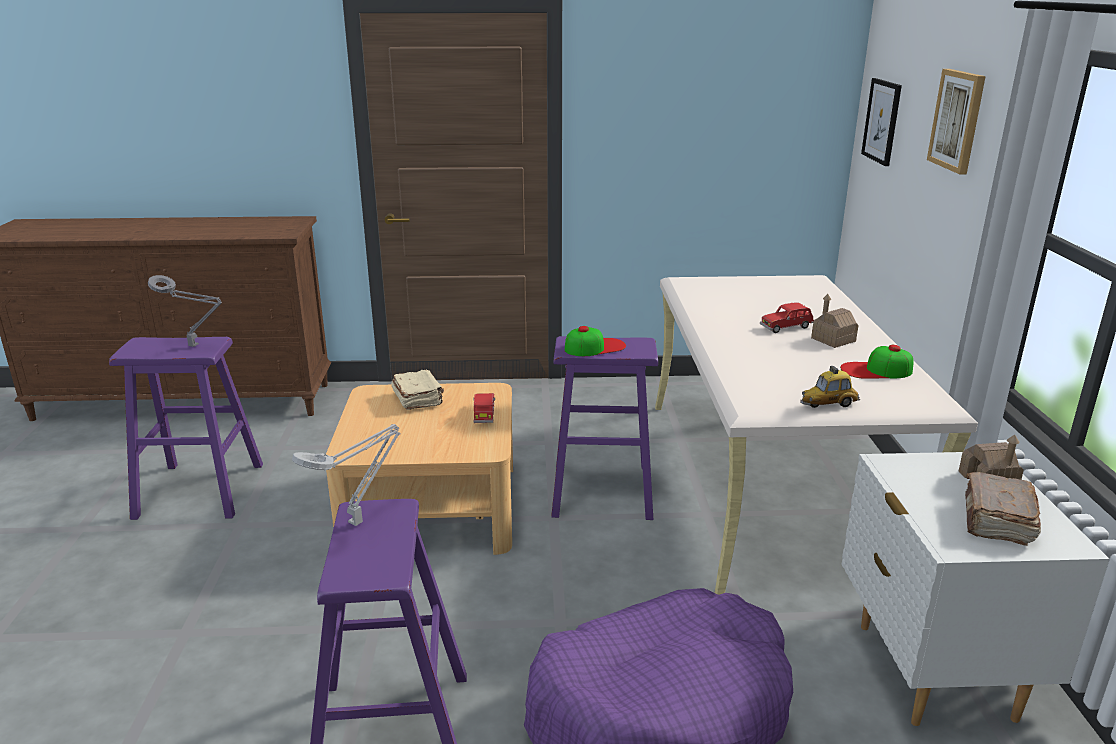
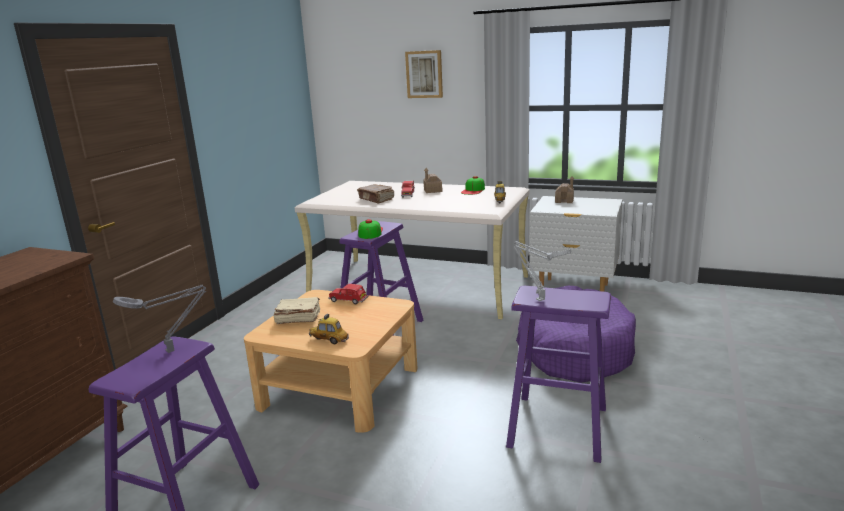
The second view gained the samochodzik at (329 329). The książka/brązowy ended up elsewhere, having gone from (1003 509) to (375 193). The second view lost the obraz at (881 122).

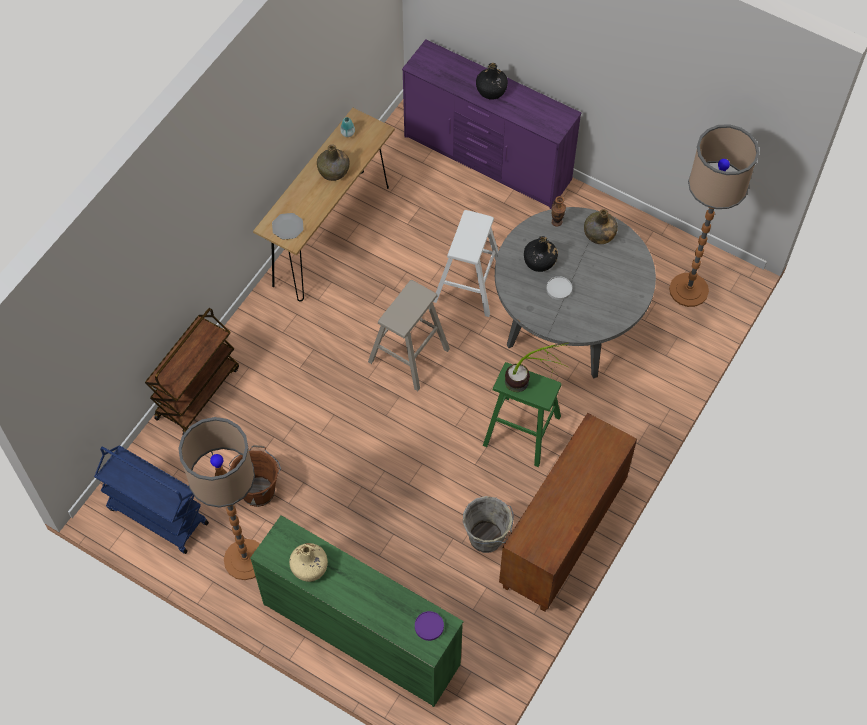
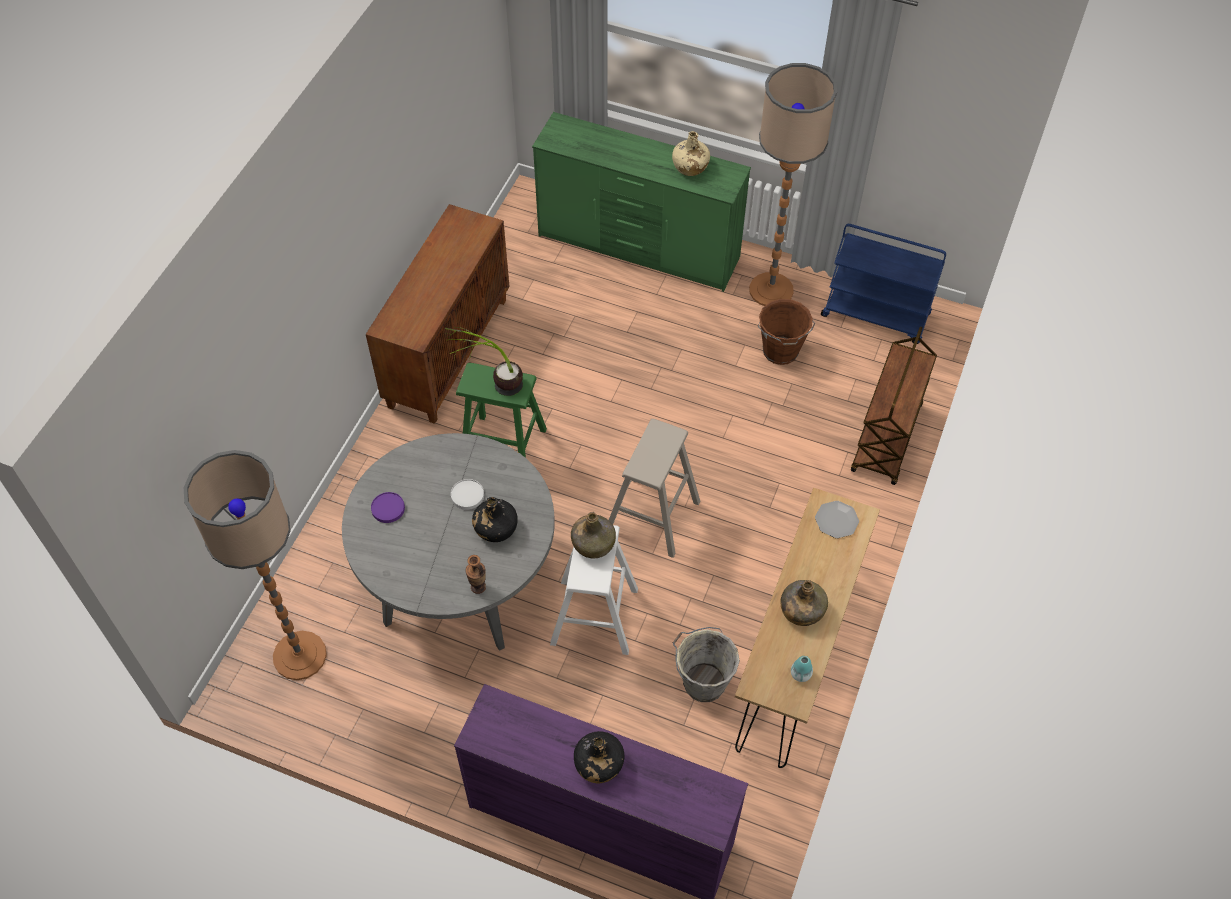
The talerz/fioletowy ended up elsewhere, having gone from (429 626) to (388 507). The butelka/zielony ended up elsewhere, having gone from (601 226) to (593 535). The wiadro/szary ended up elsewhere, having gone from (488 524) to (706 664).

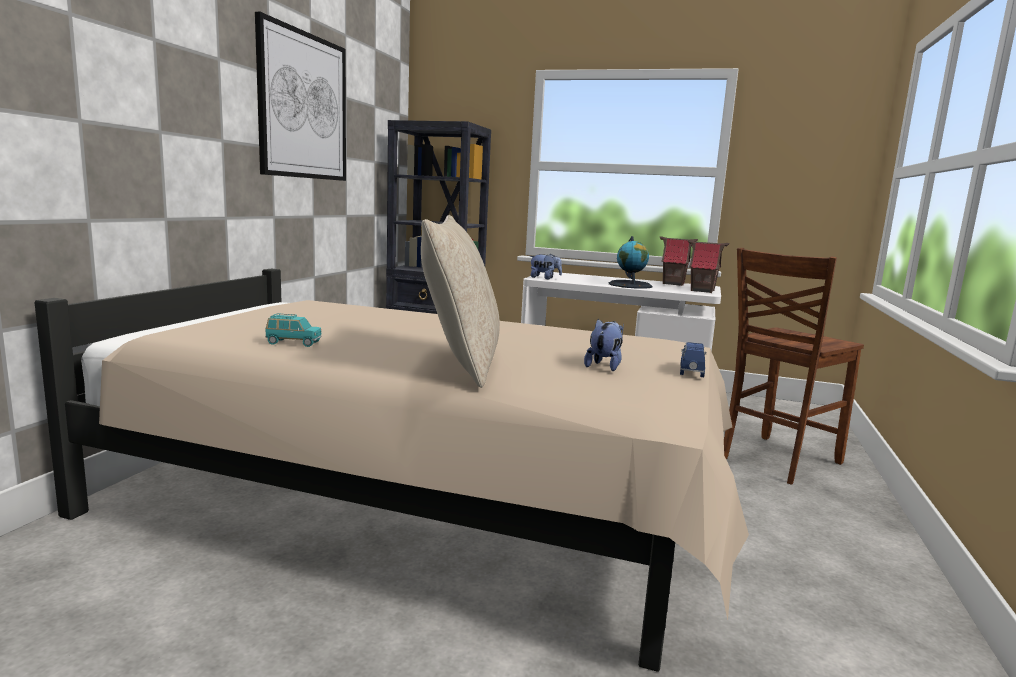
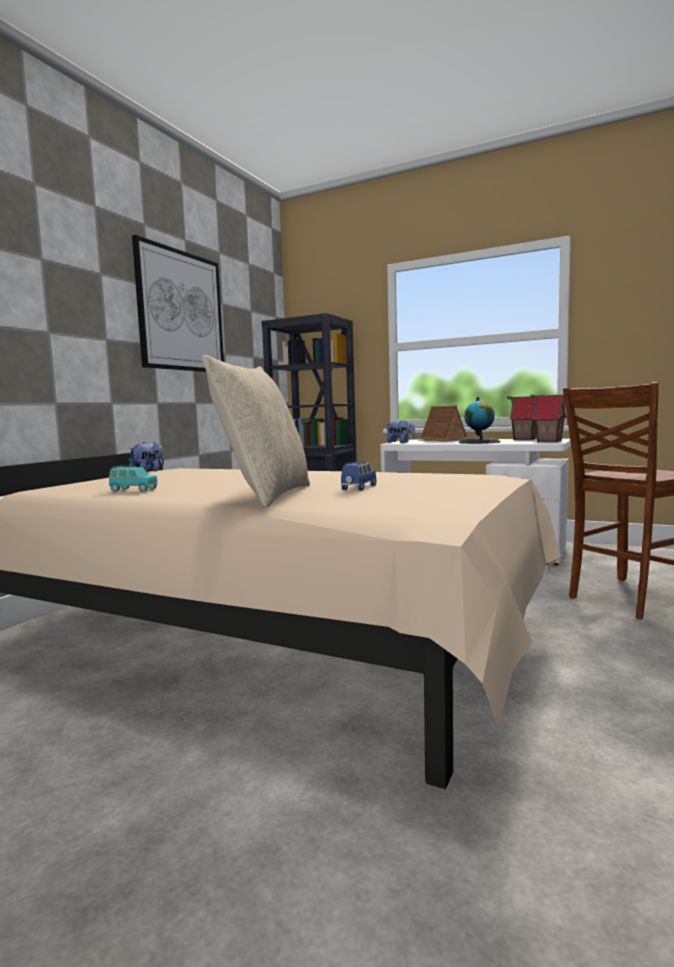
The pluszak ended up elsewhere, having gone from (604 345) to (146 456). The samochodzik/niebieski ended up elsewhere, having gone from (693 359) to (358 475). The second view gained the domek at (442 423).

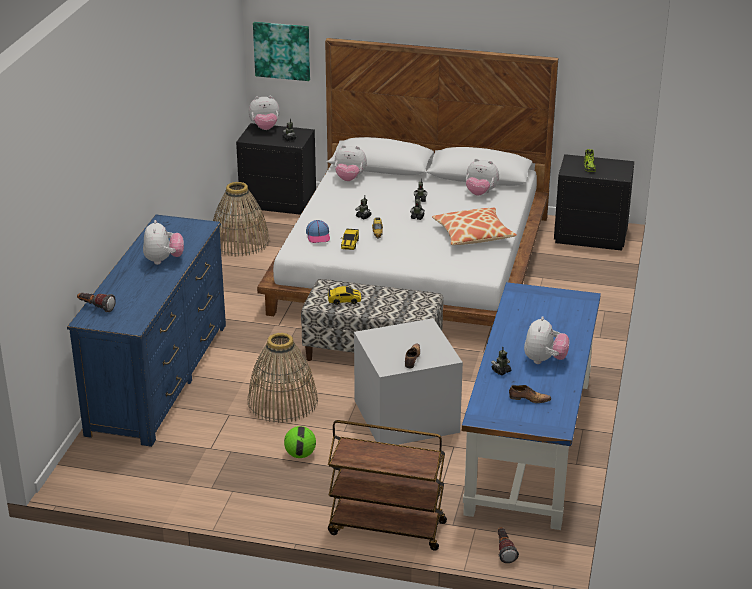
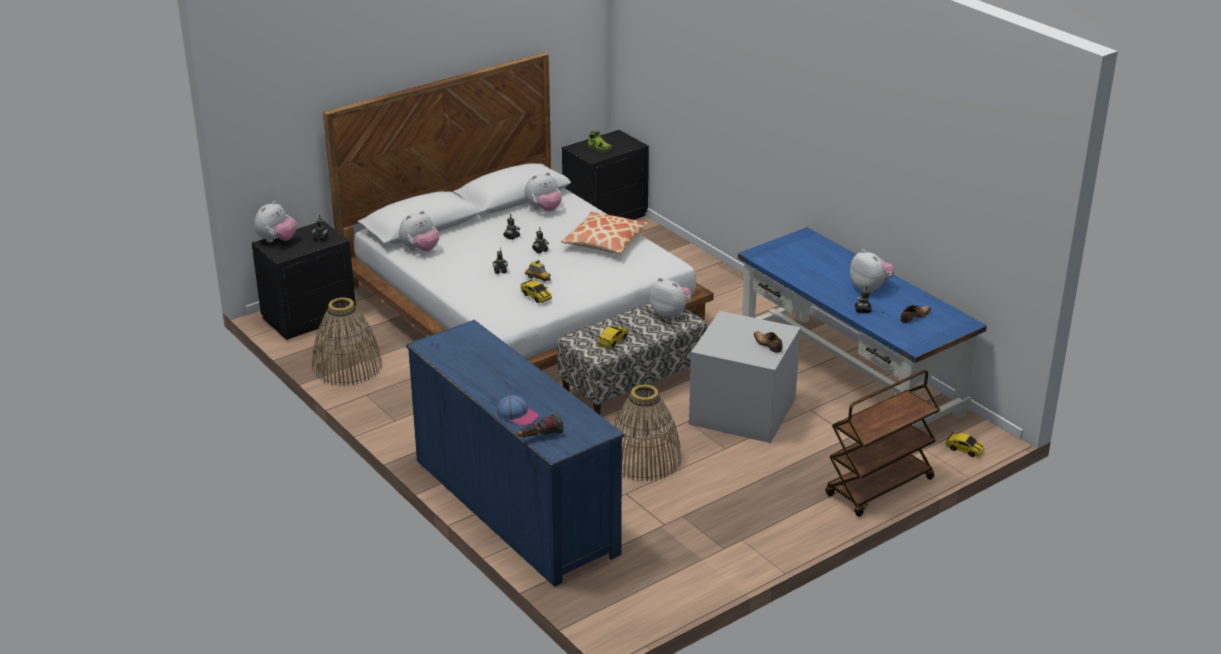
The czapka z daszkiem ended up elsewhere, having gone from (318 231) to (518 410). The pluszak ended up elsewhere, having gone from (163 242) to (671 298). Where the latarka stood at (508 545), the samochodzik came to stand at (965 444). The second view lost the obraz at (281 51). The second view lost the piłka futbolowa at (300 442).

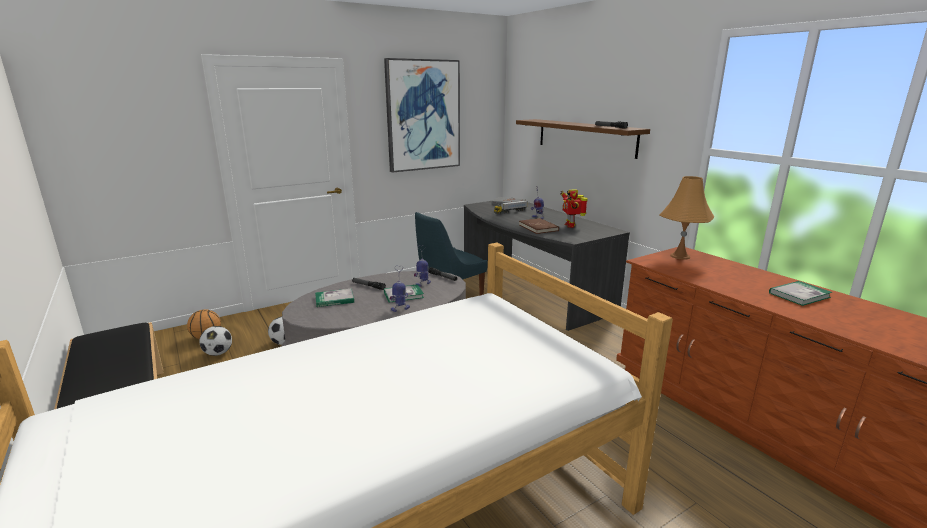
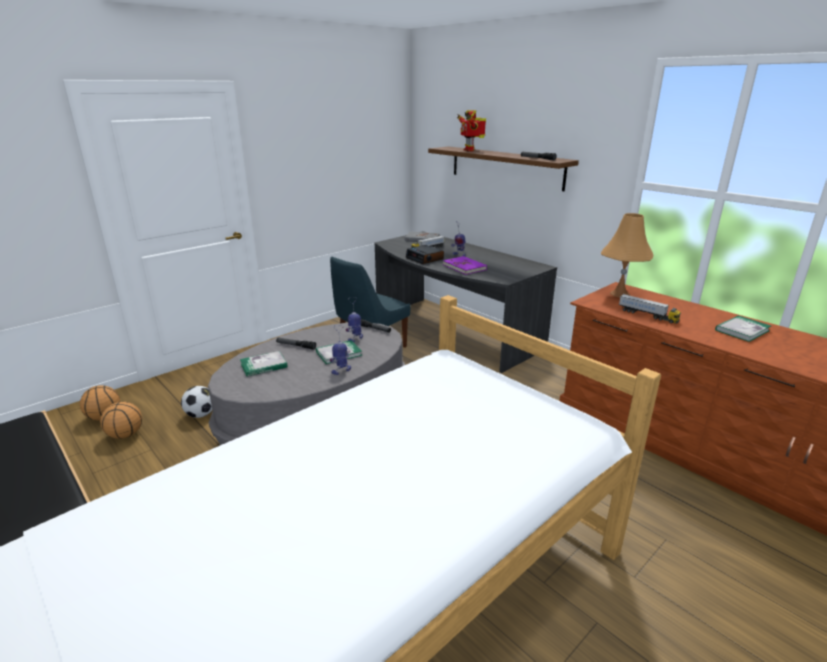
Where the piłka futbolowa stood at (216 341), the piłka do koszykówki came to stand at (121 420). The second view gained the budzik at (425 254). What was the książka/brązowy at (539 226) turned into the książka/fioletowy at (465 265). The robot zabawkowy ended up elsewhere, having gone from (574 209) to (471 131). The second view gained the ciężarówka zabawkowa at (650 309). The second view lost the obraz at (422 115).

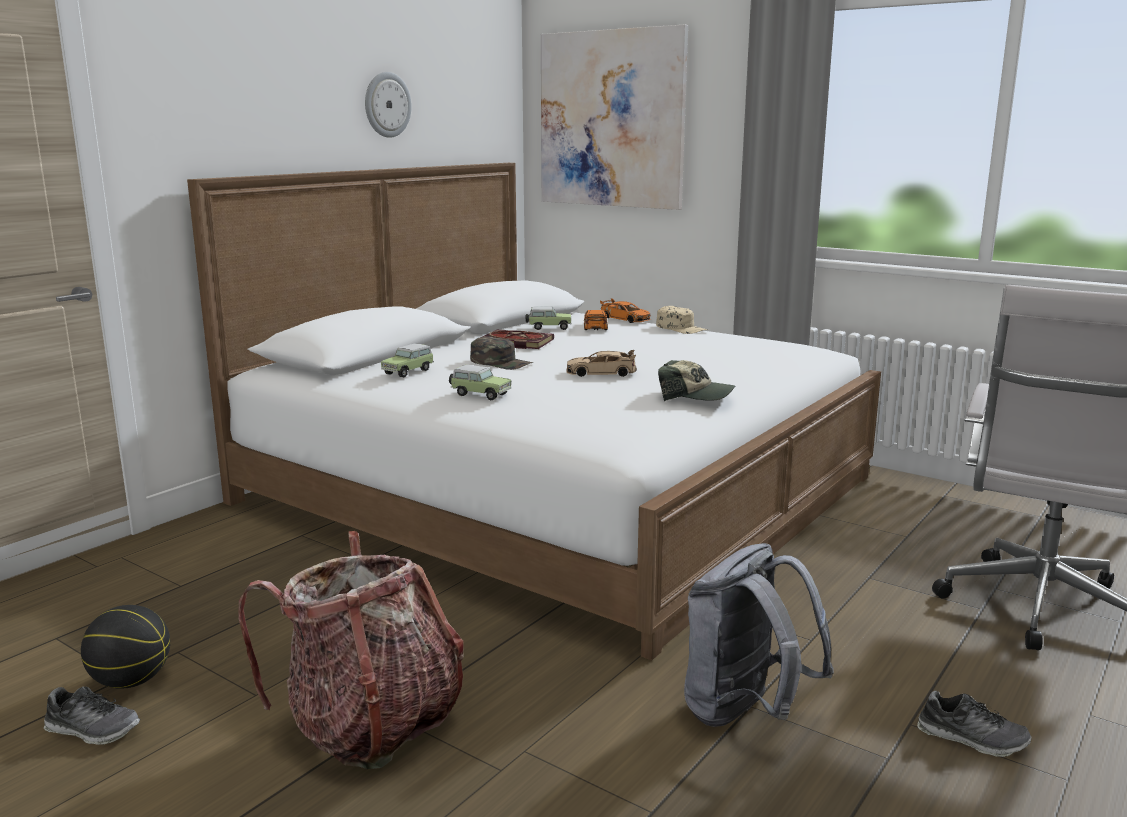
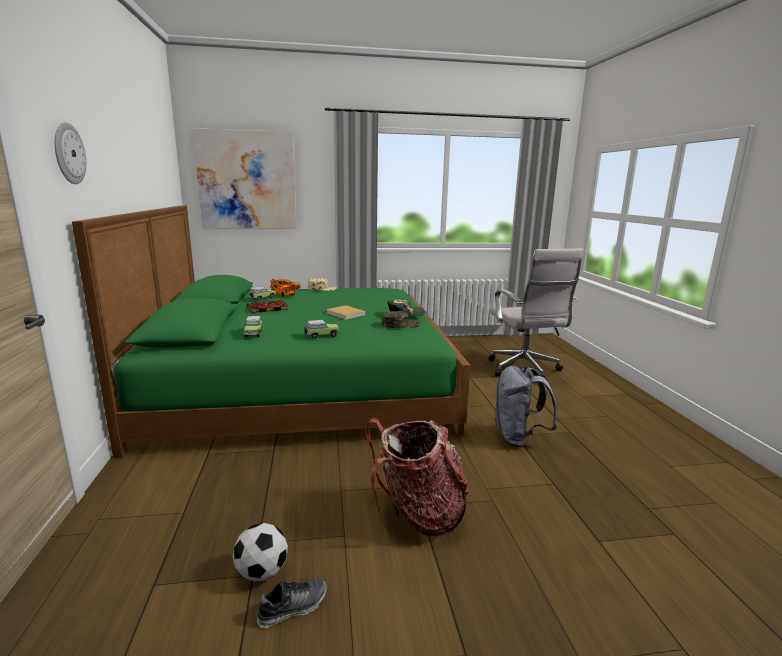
The zegar ścienny ended up elsewhere, having gone from (388 105) to (70 153). What was the łóżko/biały at (534 412) turned into the łóżko/zielony at (271 331). Where the piłka do koszykówki stood at (125 647), the piłka futbolowa came to stand at (260 552). Where the samochodzik/beżowy stood at (601 363), the książka/beżowy came to stand at (346 312). The czapka z daszkiem/zielony ended up elsewhere, having gone from (501 353) to (401 319). The second view lost the but at (974 724).

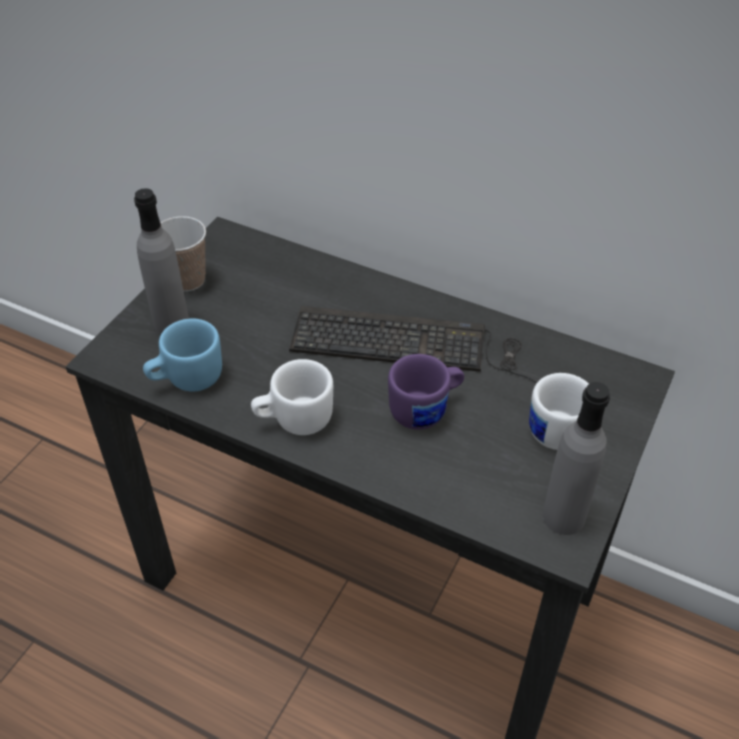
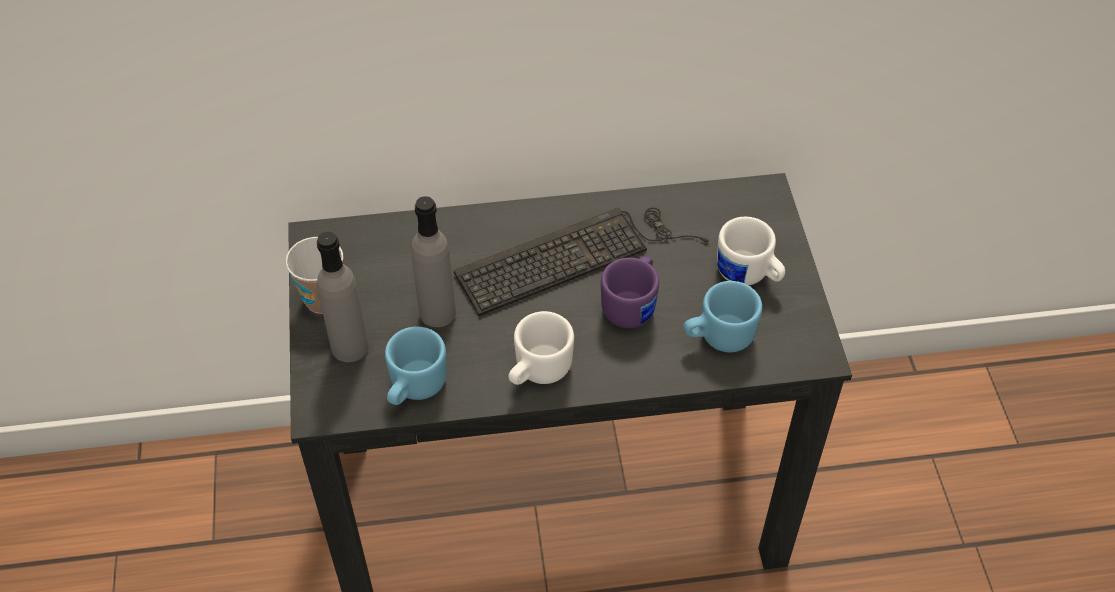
The butelka/szary ended up elsewhere, having gone from (576 458) to (433 261). The second view gained the kubek/niebieski at (722 316).

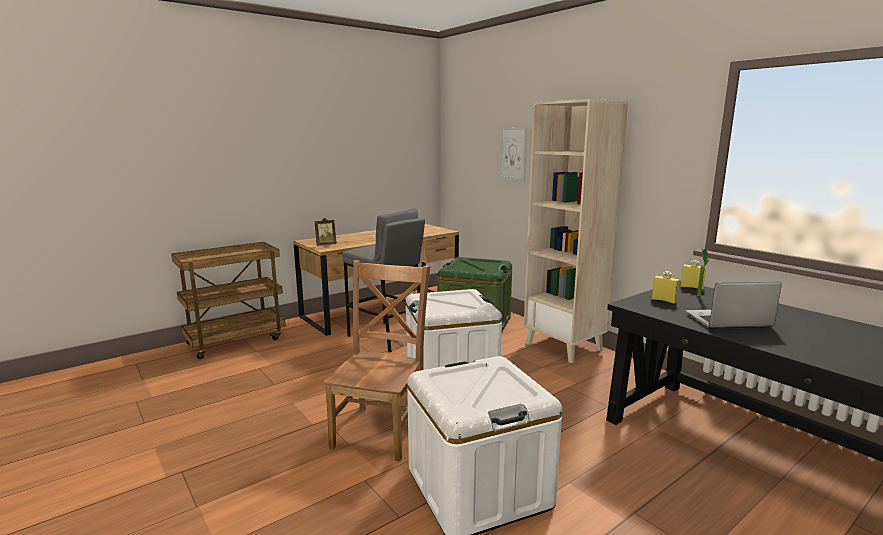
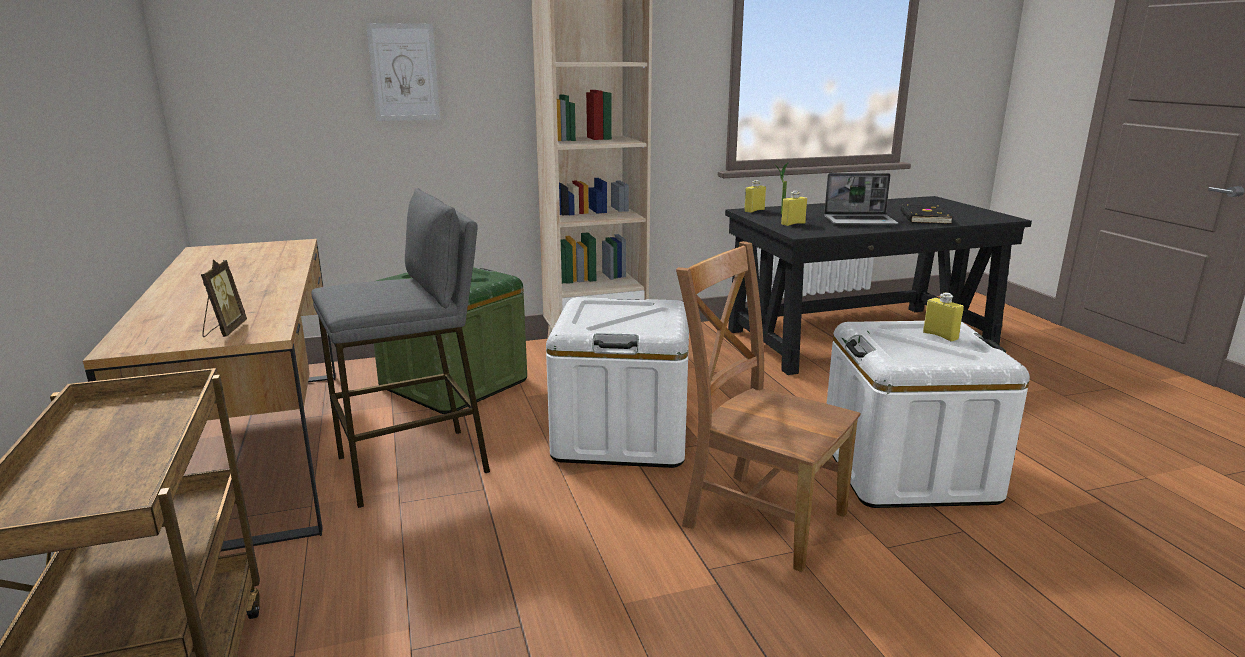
The laptop at (733 305) ended up facing another way, 105 degrees counterclockwise from before. The second view gained the książka/czarny at (927 214). The second view gained the butelka/żółty at (943 317).

